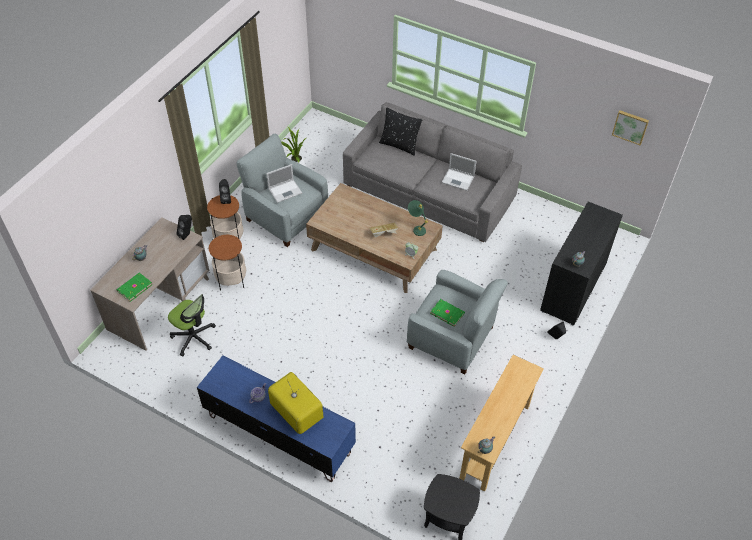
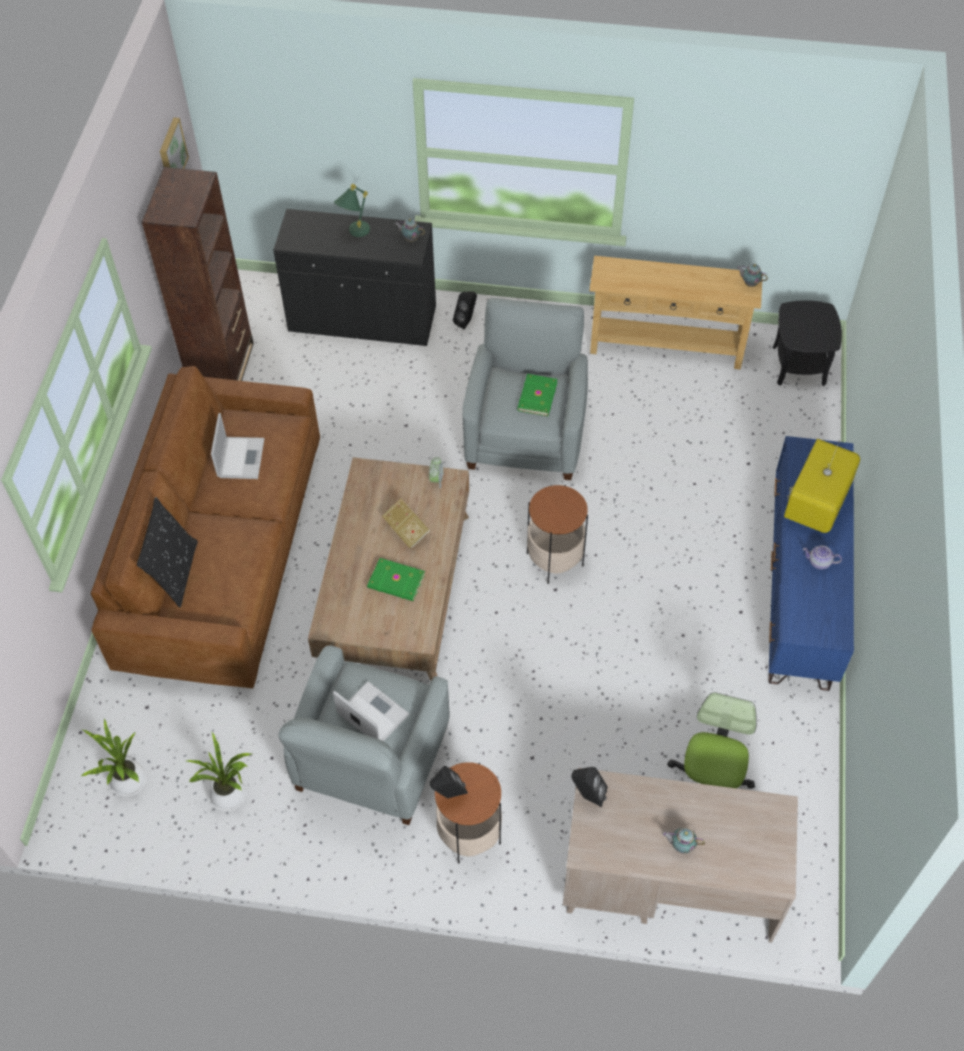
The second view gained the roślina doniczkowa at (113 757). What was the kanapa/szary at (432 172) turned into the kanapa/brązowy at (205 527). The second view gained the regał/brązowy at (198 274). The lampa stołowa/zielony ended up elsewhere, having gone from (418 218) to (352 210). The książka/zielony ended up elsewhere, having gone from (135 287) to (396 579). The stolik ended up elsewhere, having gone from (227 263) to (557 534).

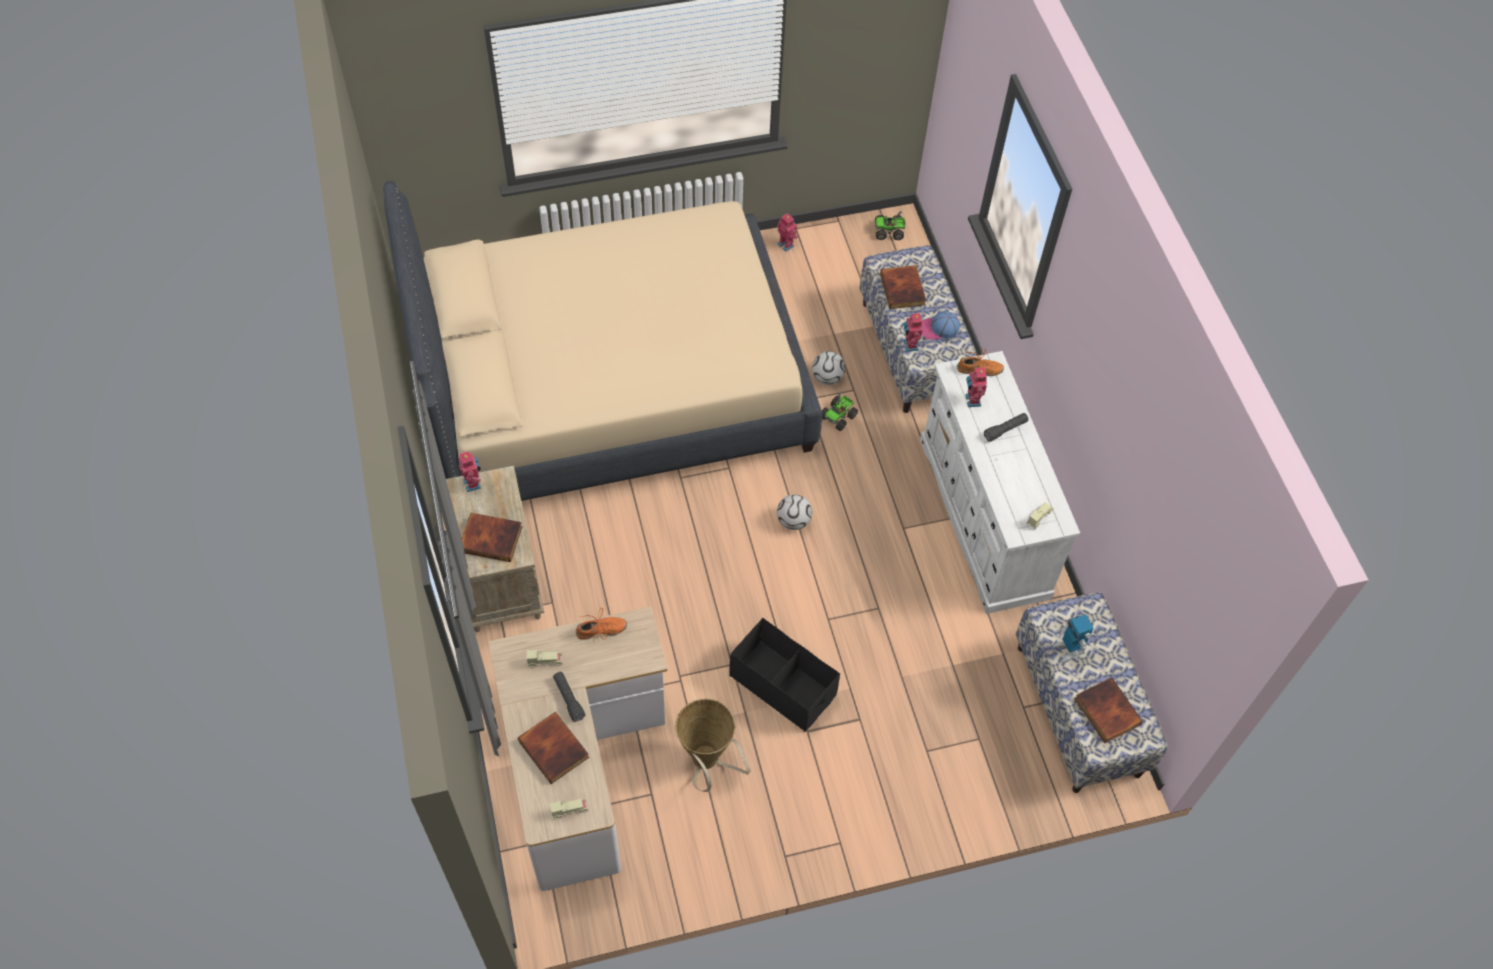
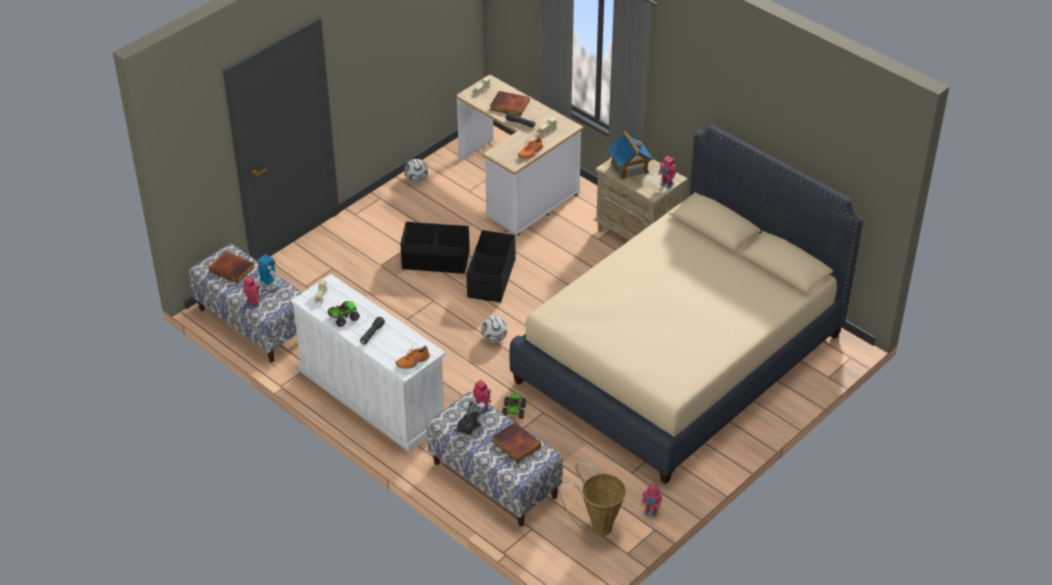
The robot zabawkowy ended up elsewhere, having gone from (976 387) to (252 293). The ciężarówka zabawkowa ended up elsewhere, having gone from (890 225) to (344 314). The piłka futbolowa ended up elsewhere, having gone from (829 368) to (416 171). Where the czapka z daszkiem stood at (941 325), the pluszak came to stand at (470 419). The second view gained the pojemnik do przechowywania/czarny at (491 266). The koszyk ended up elsewhere, having gone from (712 745) to (592 499). Where the książka stood at (492 537), the domek came to stand at (630 155).

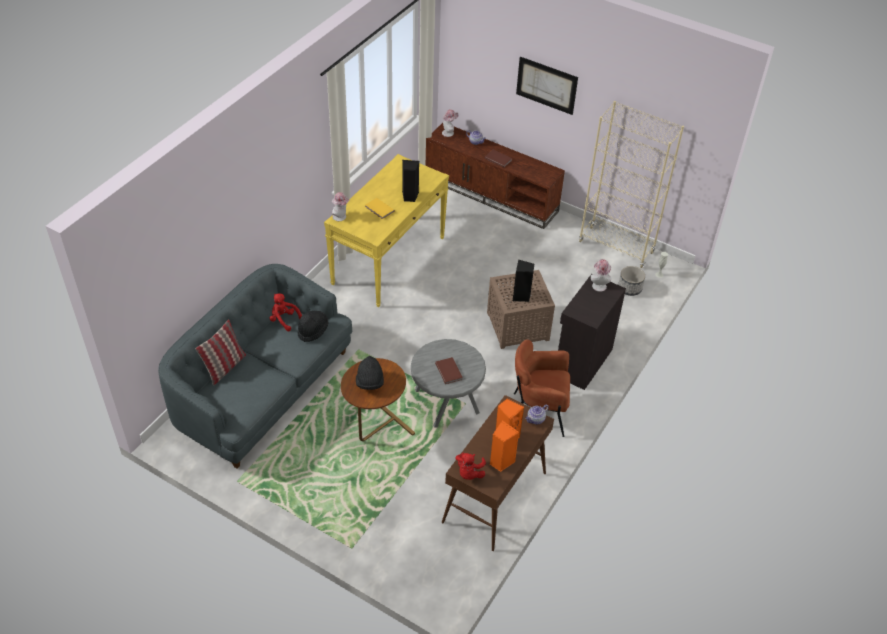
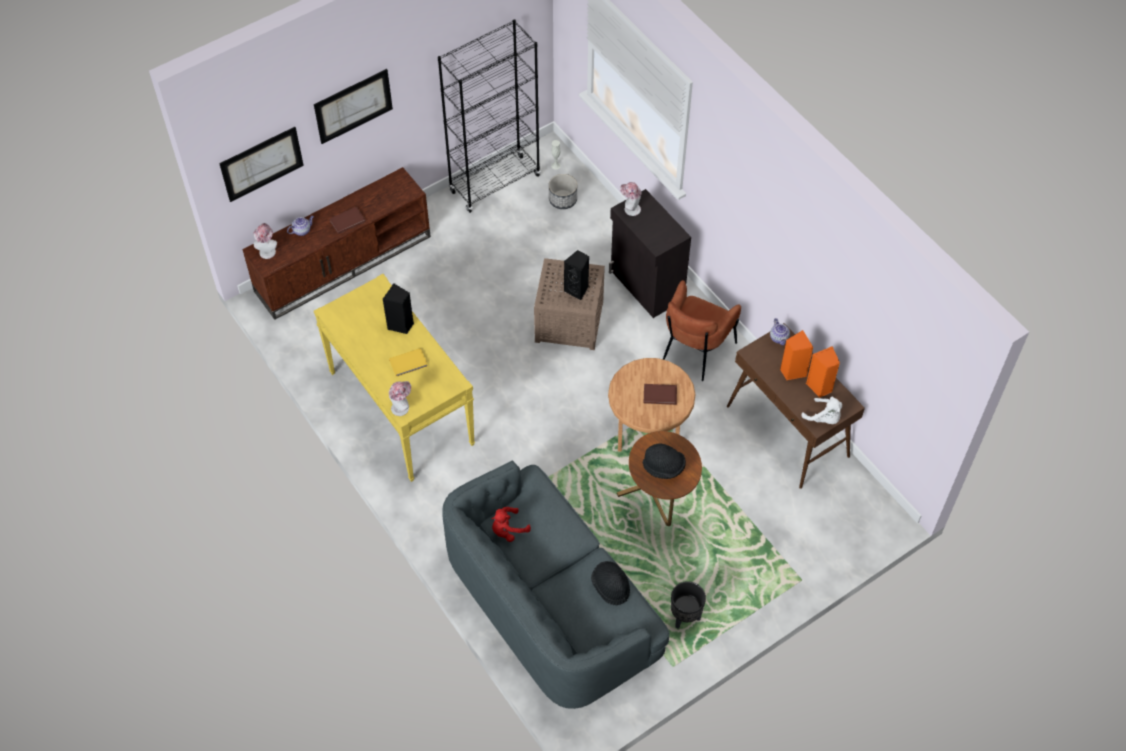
The second view gained the obraz at (261 164). What was the regał/beżowy at (631 184) turned into the regał/czarny at (489 116). The kapelusz/czarny ended up elsewhere, having gone from (313 326) to (610 583). What was the stolik/szary at (448 383) turned into the stolik/brązowy at (652 405). The second view gained the donica/czarny at (688 605). What was the pluszak/czerwony at (471 466) turned into the pluszak/biały at (821 410). The second view lost the poduszka at (220 352).

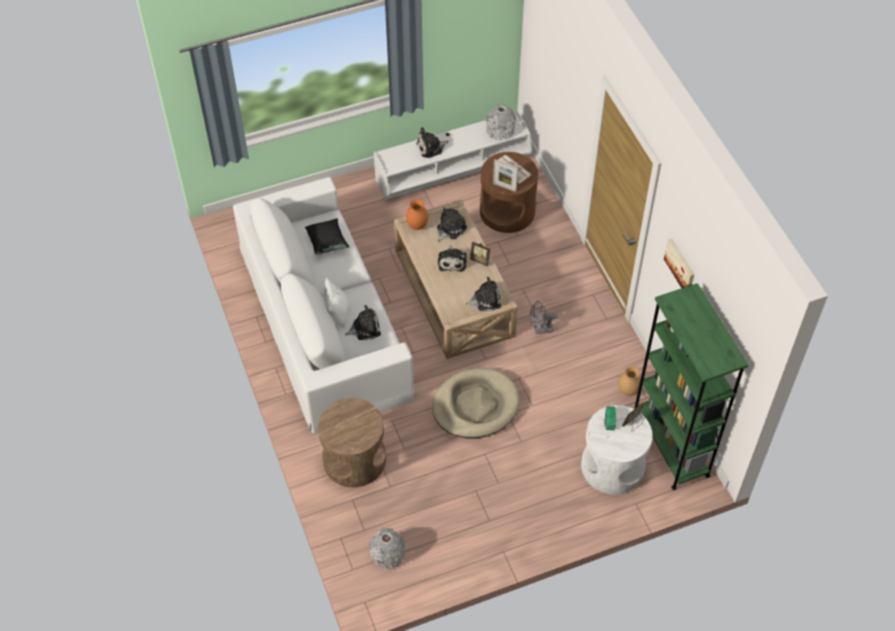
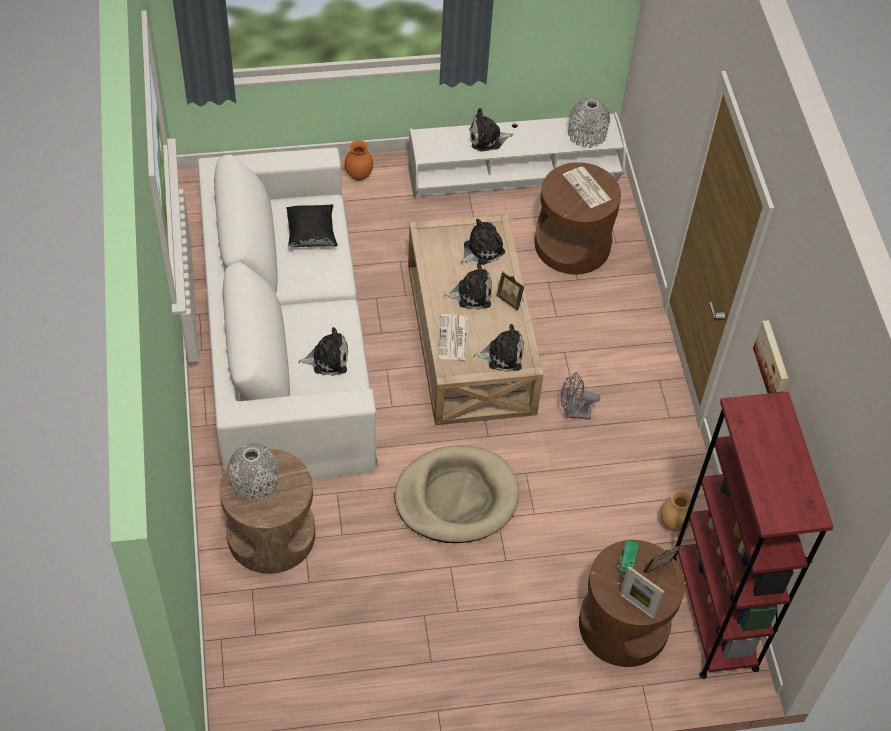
The wazon/szary ended up elsewhere, having gone from (387 549) to (253 472). The wazon/pomarańczowy ended up elsewhere, having gone from (417 214) to (359 160). The second view gained the gazeta at (453 337). The pluszak at (452 258) ended up facing another way, 105 degrees counterclockwise from before. What was the stolik/biały at (617 450) turned into the stolik/brązowy at (632 603). The ramka na zdjęcie ended up elsewhere, having gone from (505 175) to (642 593). What was the regał/zielony at (691 386) turned into the regał/czerwony at (753 535). The second view lost the poduszka/biały at (336 302).

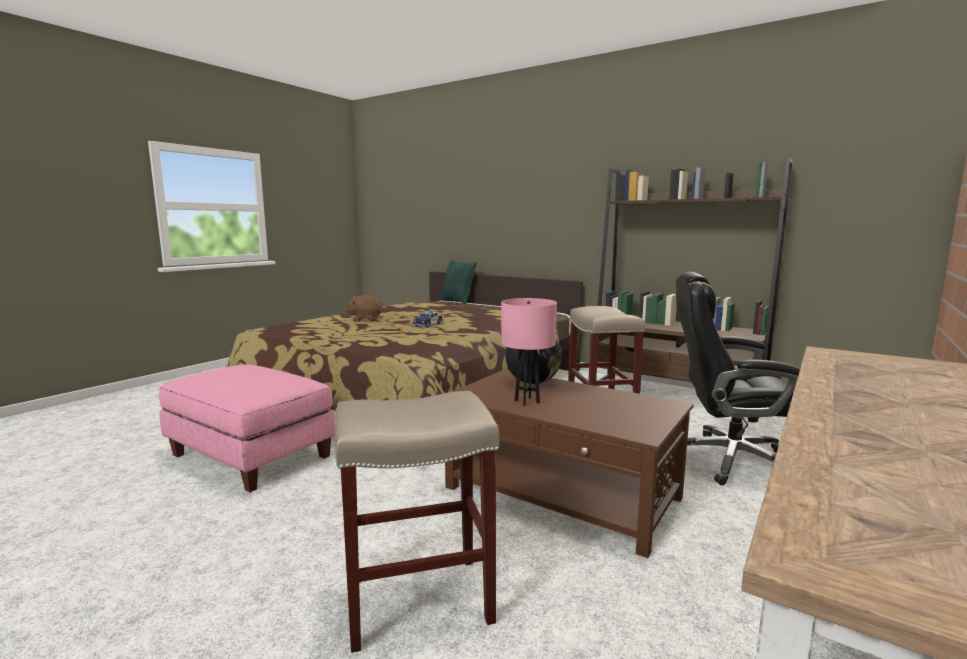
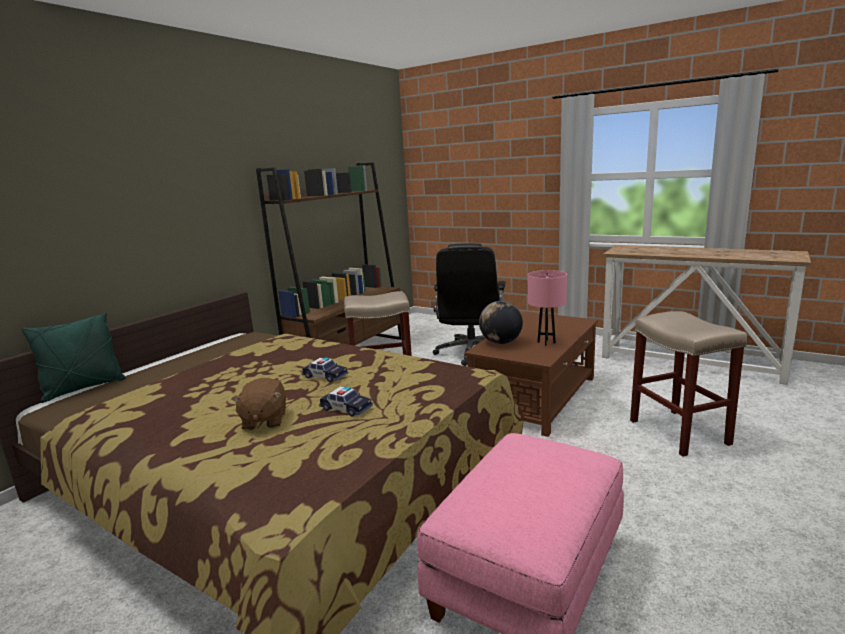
The second view gained the samochodzik at (346 401).

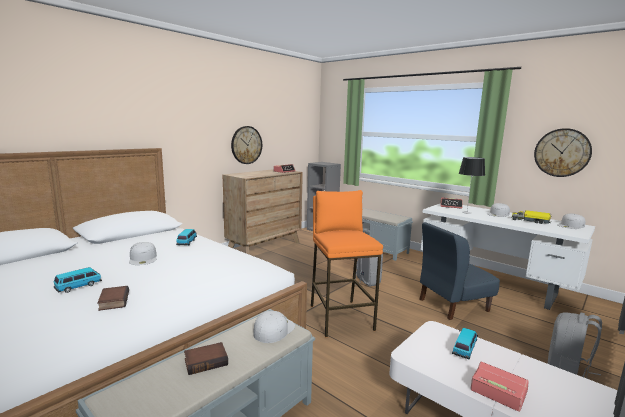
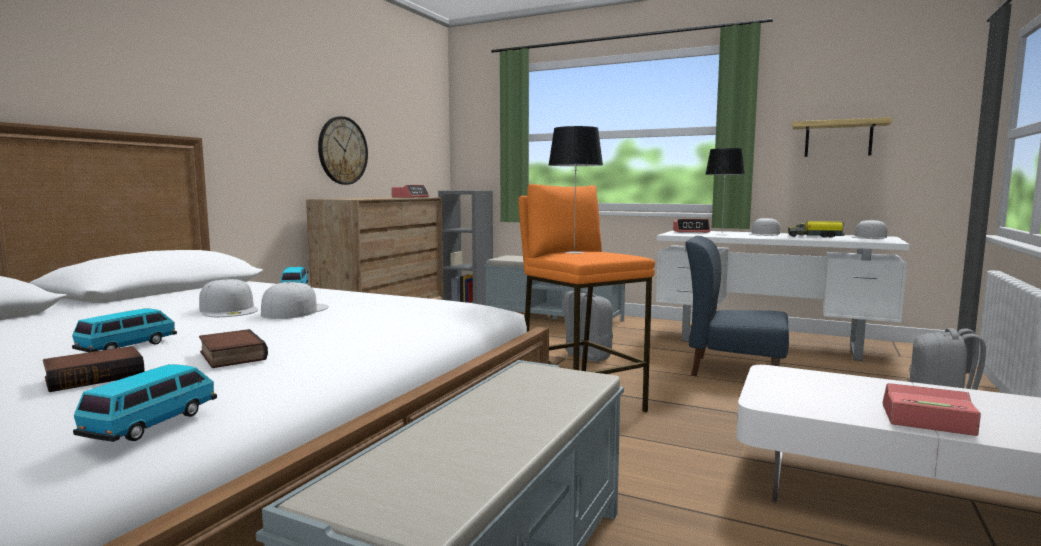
The książka ended up elsewhere, having gone from (206 358) to (94 369). The samochodzik ended up elsewhere, having gone from (465 344) to (145 403). The czapka z daszkiem/biały ended up elsewhere, having gone from (274 327) to (295 300). The second view gained the lampa stołowa at (576 190). The krzesło/niebieski at (459 271) ended up facing another way, 60 degrees clockwise from before. Where the zegar ścienny hung at (563 152), the półka came to hang at (842 137).

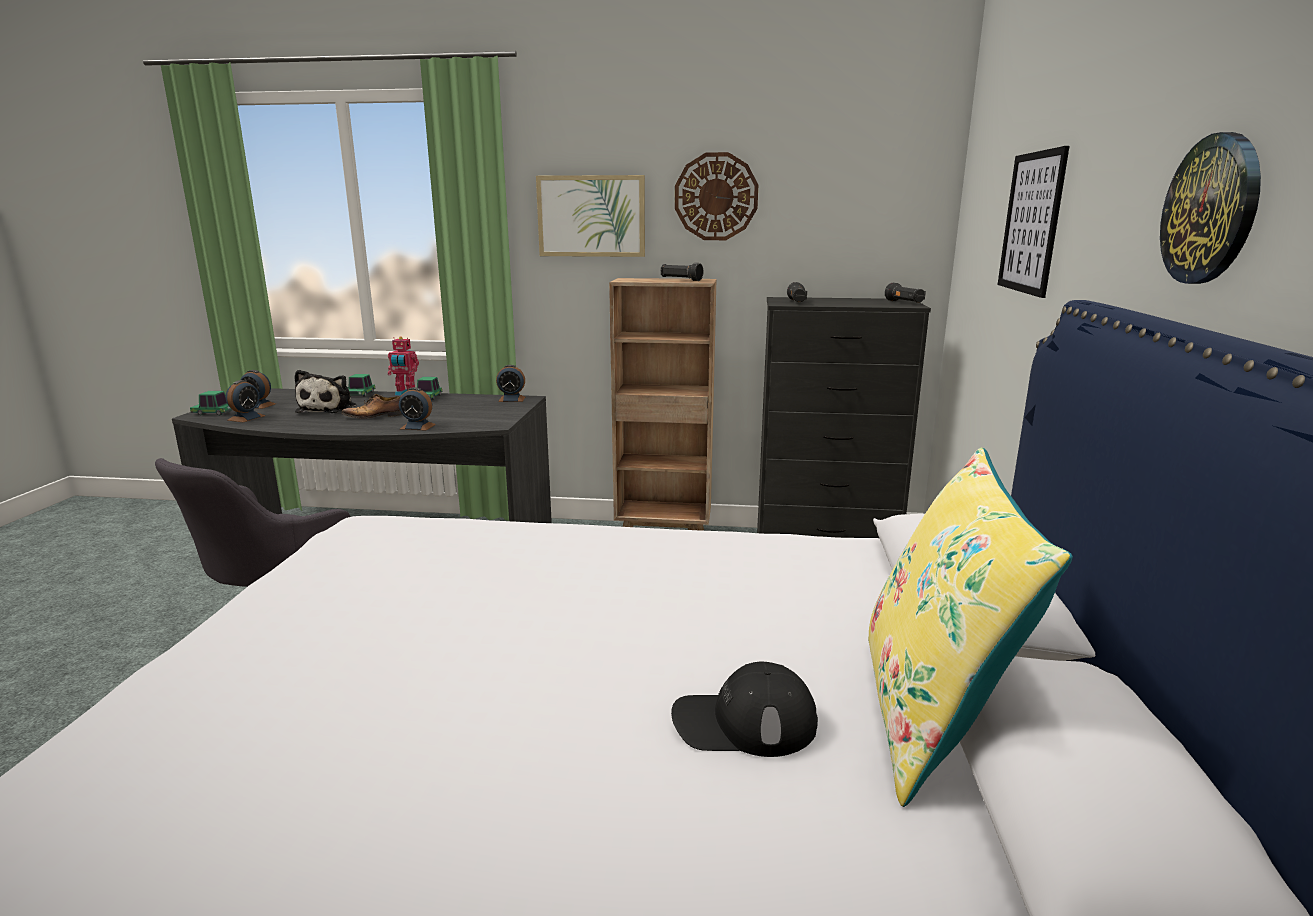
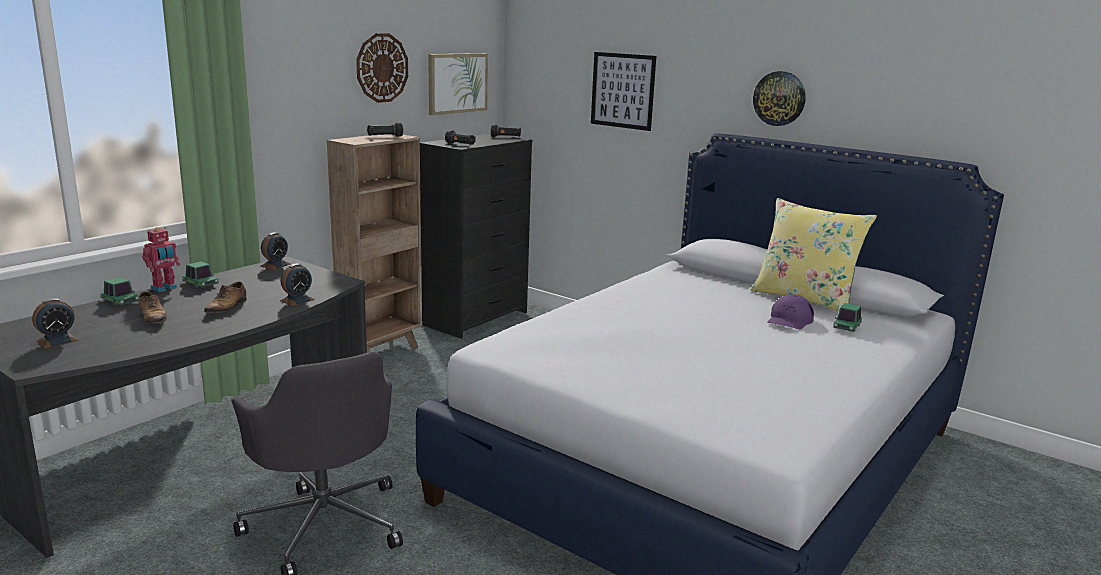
Where the pluszak stood at (325 391), the but came to stand at (153 307). The obraz ended up elsewhere, having gone from (590 216) to (458 84). What was the czapka z daszkiem/czarny at (744 709) turned into the czapka z daszkiem/fioletowy at (790 312). The samochodzik ended up elsewhere, having gone from (211 403) to (847 317). The second view lost the budzik at (245 401).

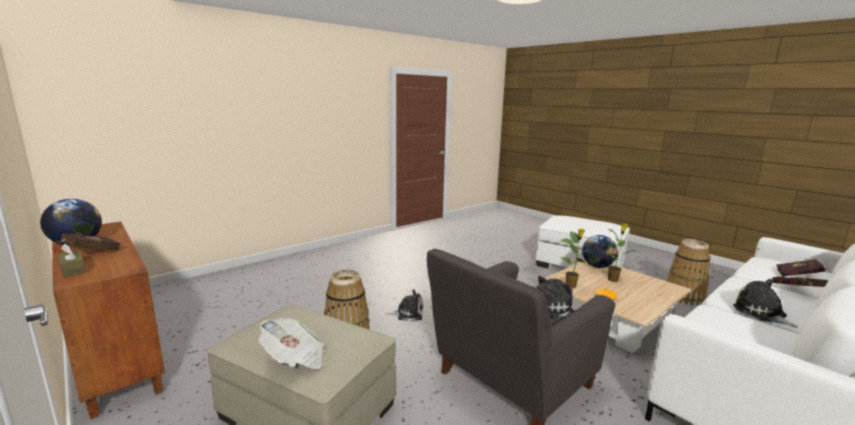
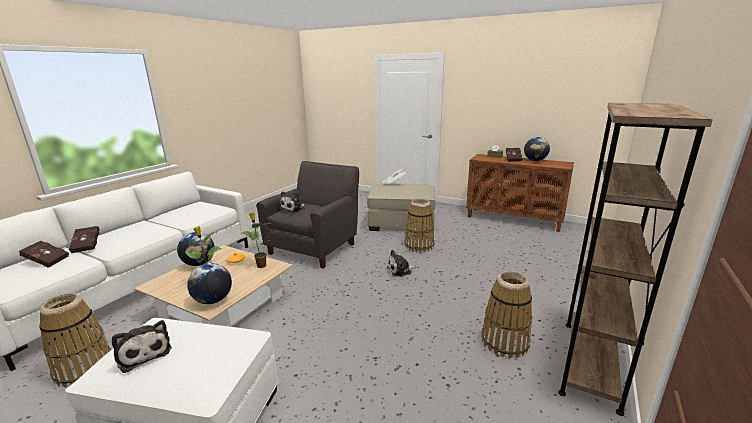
The pluszak ended up elsewhere, having gone from (765 303) to (142 346). The second view gained the globus at (196 249). The second view gained the koszyk at (506 314). The second view gained the regał/brązowy at (635 259).

